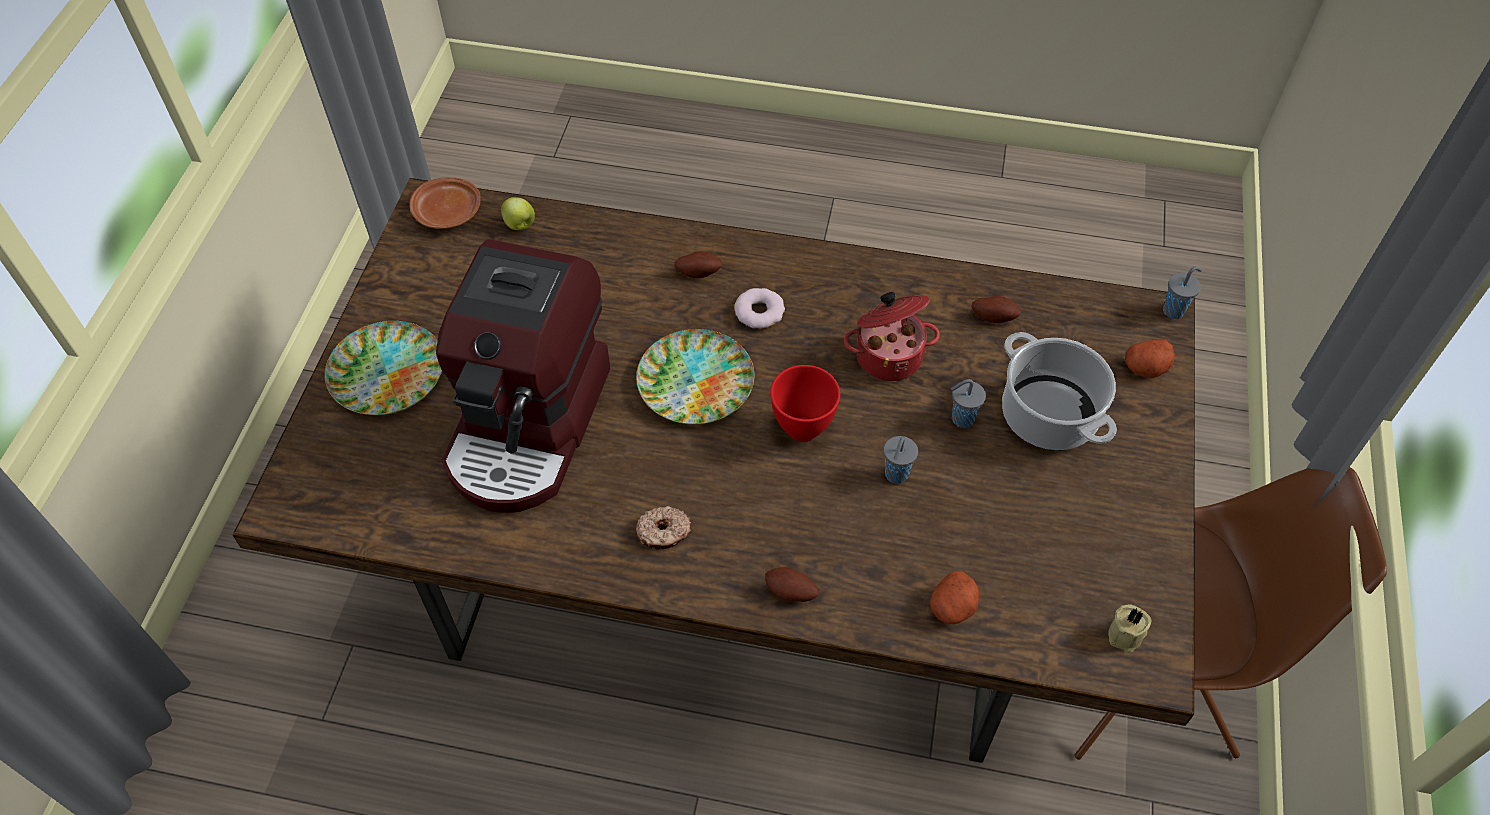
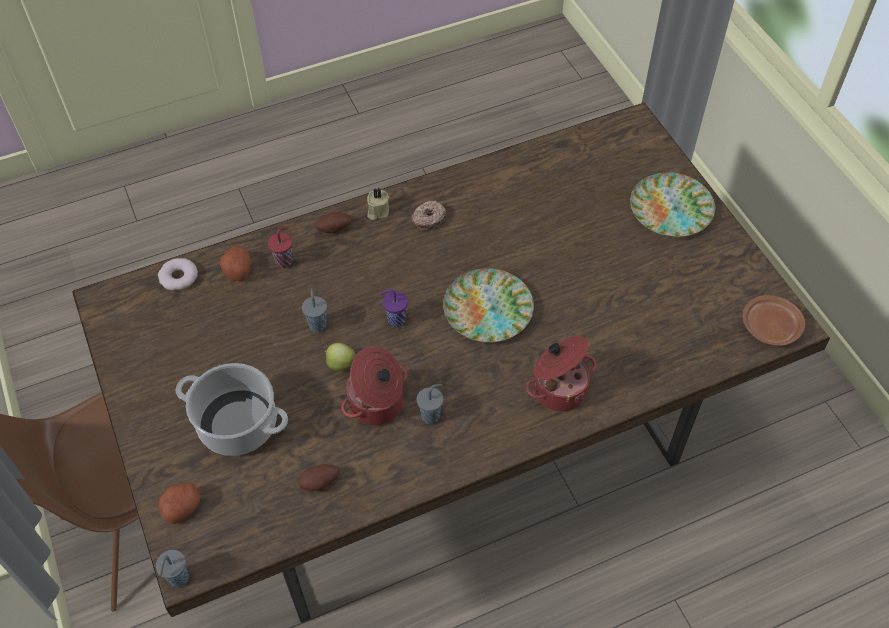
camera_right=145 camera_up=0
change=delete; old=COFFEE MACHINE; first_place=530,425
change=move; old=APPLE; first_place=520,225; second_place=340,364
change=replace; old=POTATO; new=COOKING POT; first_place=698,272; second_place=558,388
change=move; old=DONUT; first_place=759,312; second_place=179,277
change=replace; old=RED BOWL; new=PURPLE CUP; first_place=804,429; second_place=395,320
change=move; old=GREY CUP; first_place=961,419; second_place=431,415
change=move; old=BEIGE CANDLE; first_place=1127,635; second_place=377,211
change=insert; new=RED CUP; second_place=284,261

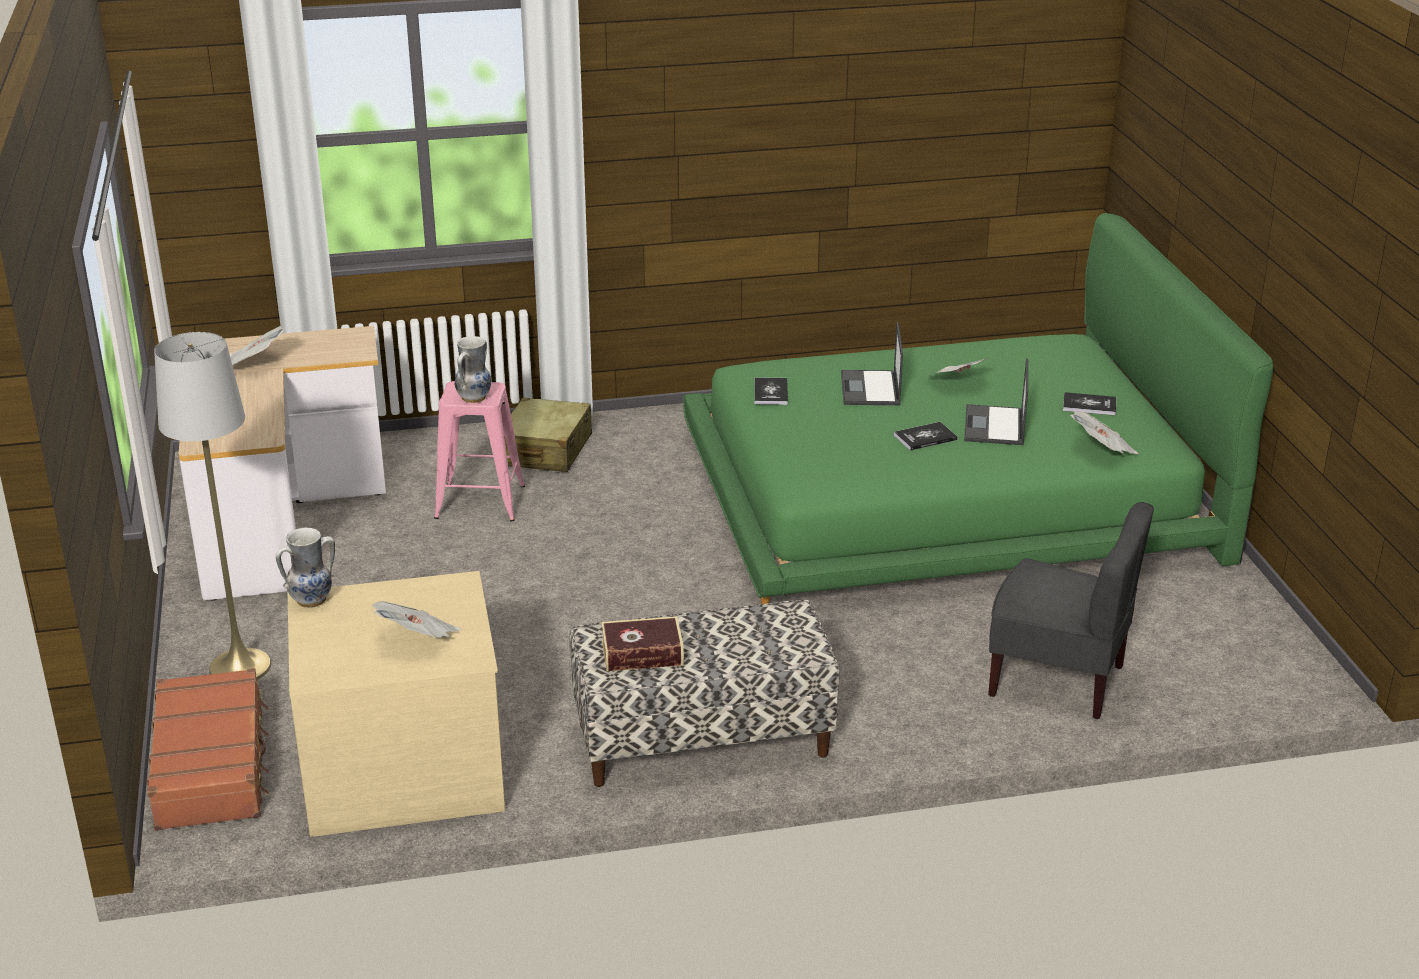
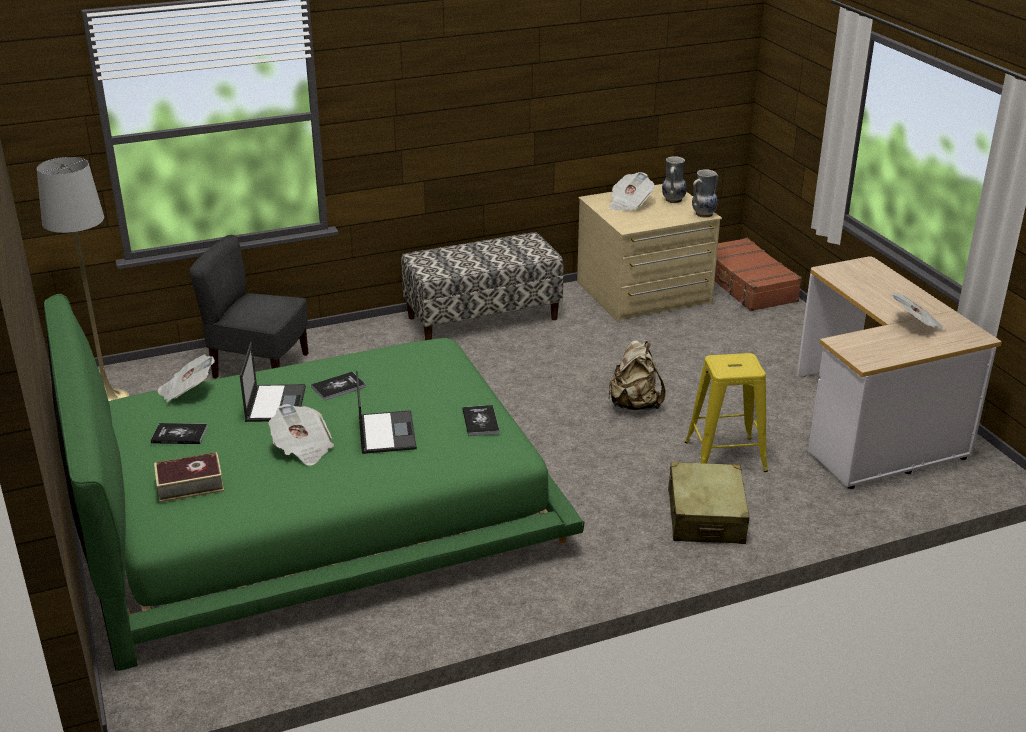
camera_right=170 camera_up=0
change=move; old=GREY FLOOR LAMP; first_place=240,667; second_place=108,401
change=recolor; old=PINK STOOL; new=YELLOW STOOL; first_place=480,502; second_place=725,456
change=move; old=VASE; first_place=474,398; second_place=673,200
change=move; old=BOOK; first_place=642,653; second_place=190,484
change=insert; new=BEIGE BACKPACK; second_place=634,404

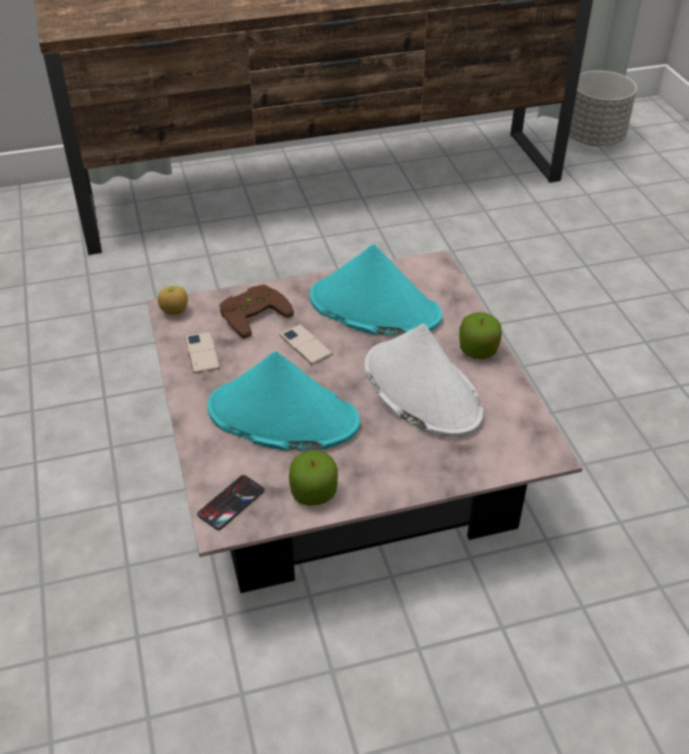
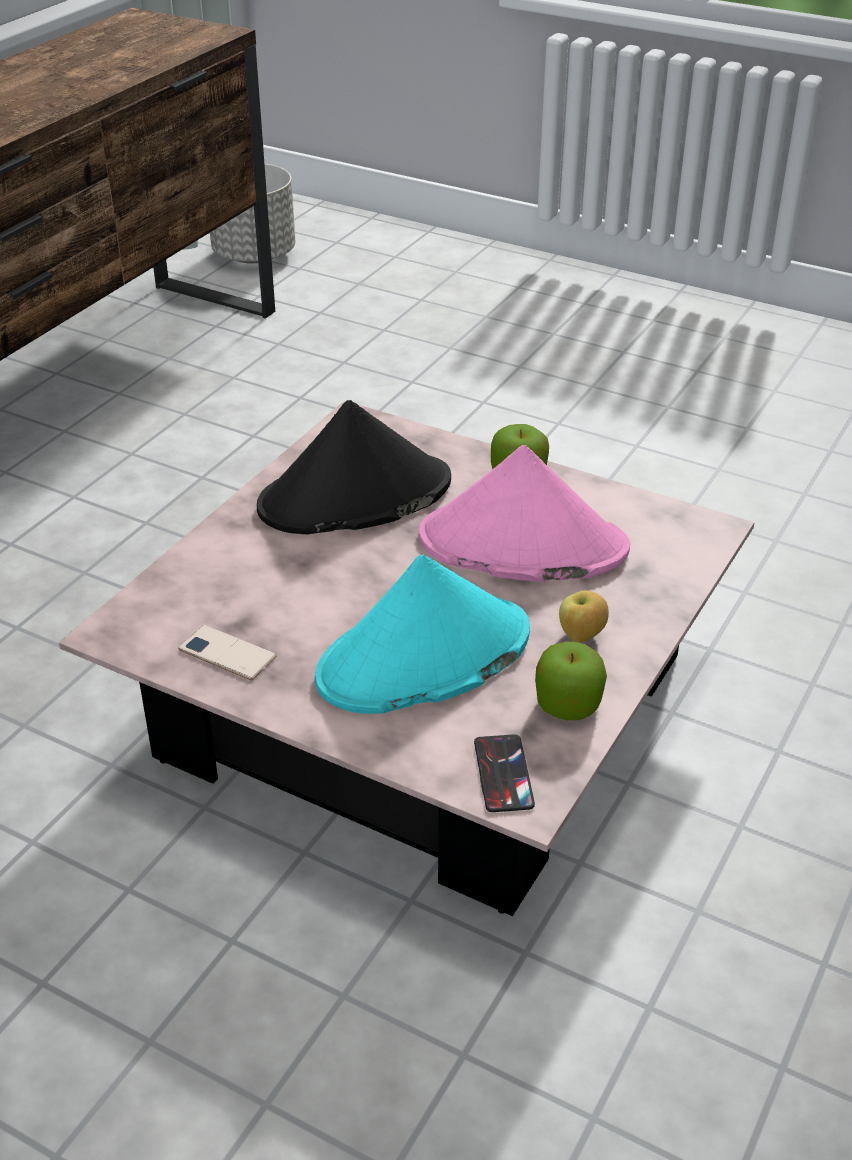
camera_right=-45 camera_up=-5
change=move; old=APPLE; first_place=174,312; second_place=581,636
change=delete; old=BROWN GAME CONTROLLER; first_place=252,312
change=delete; old=PHONE; first_place=305,345
change=recolor; old=TURQUOISE HAT; new=BLACK HAT; first_place=374,308; second_place=354,496
change=recolor; old=WHITE HAT; new=PINK HAT; first_place=421,390; second_place=521,544

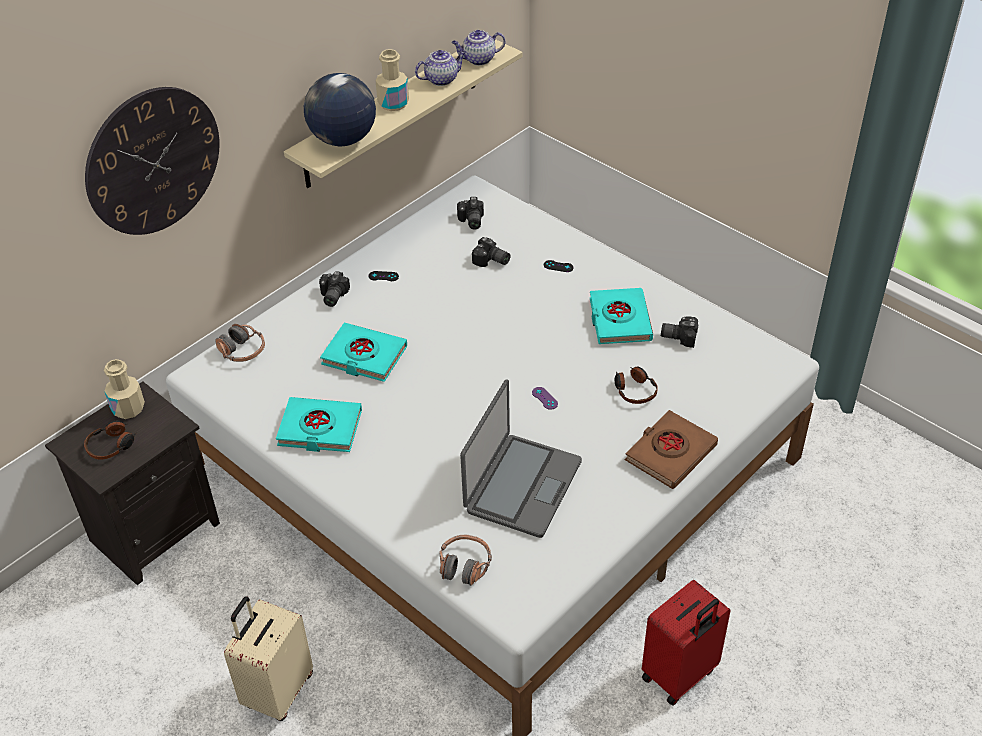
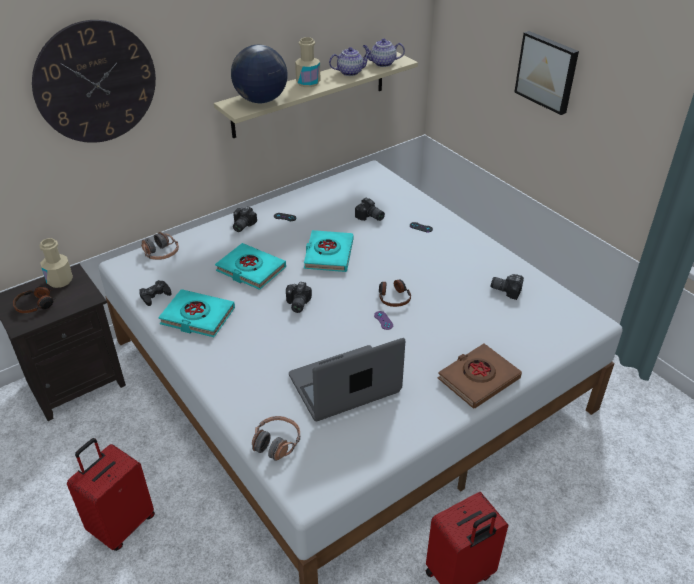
camera_right=10 camera_up=-5
change=recolor; old=BEIGE SUITCASE; new=RED SUITCASE; first_place=277,691; second_place=122,524
change=move; old=PHOTO CAMERA; first_place=470,221; second_place=296,304
change=rotate; old=LAPTOP; first_place=522,486; second_place=345,385; degrees=-150
change=move; old=TURQUOISE BOOK; first_place=619,320; second_place=328,254
change=move; old=HEADPHONES; first_place=634,390; second_place=393,297
change=insert; new=BLACK GAME CONTROLLER; second_place=155,295
change=insert; new=PICTURE; second_place=547,72

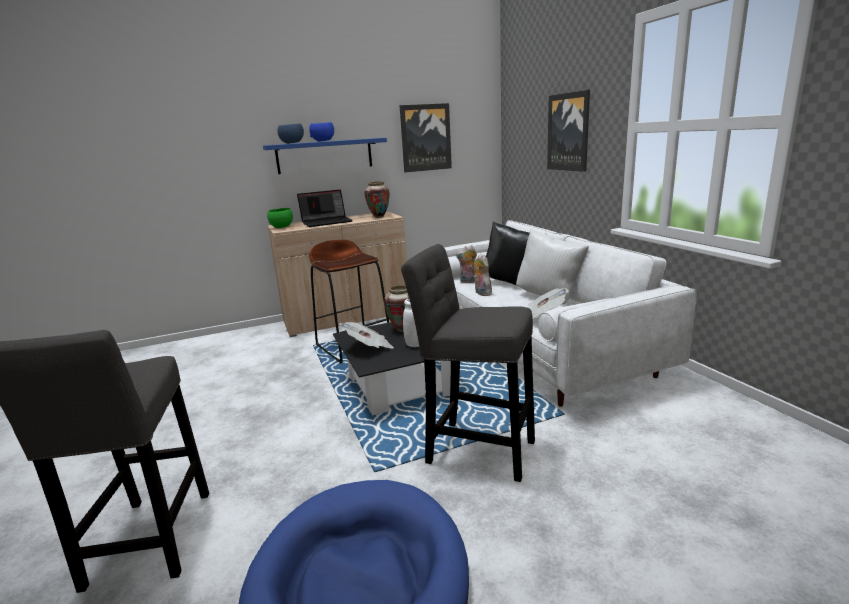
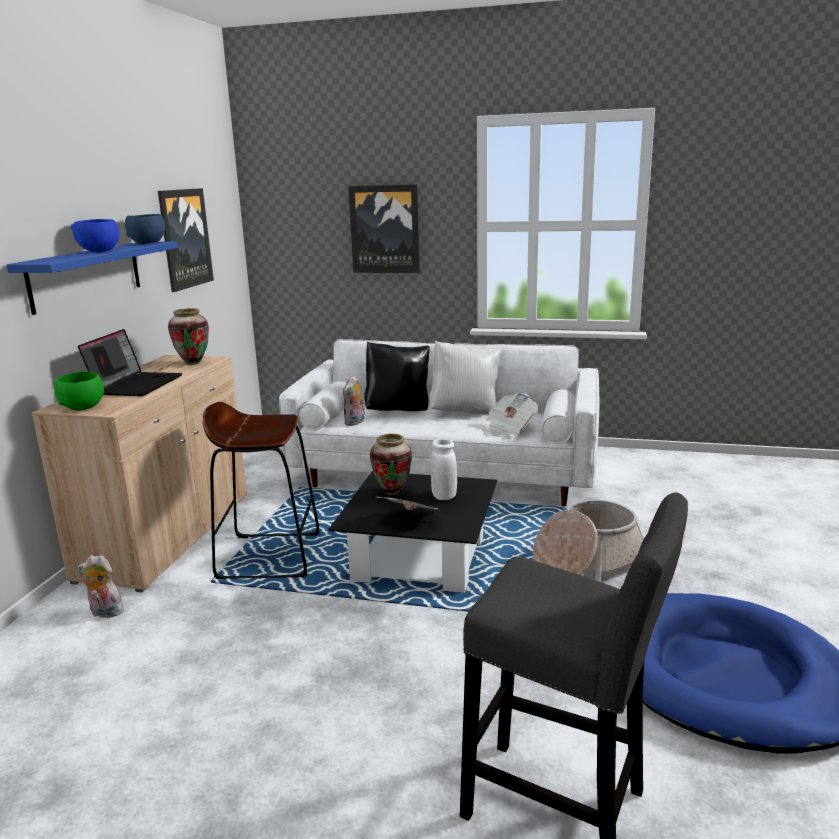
camera_right=-55 camera_up=0
change=move; old=BLUE BOWL; first_place=292,143; second_place=148,243
change=replace; old=GREY STOOL; new=BASKET; first_place=475,449; second_place=587,563
change=move; old=PLUSH TOY; first_place=481,293; second_place=104,613

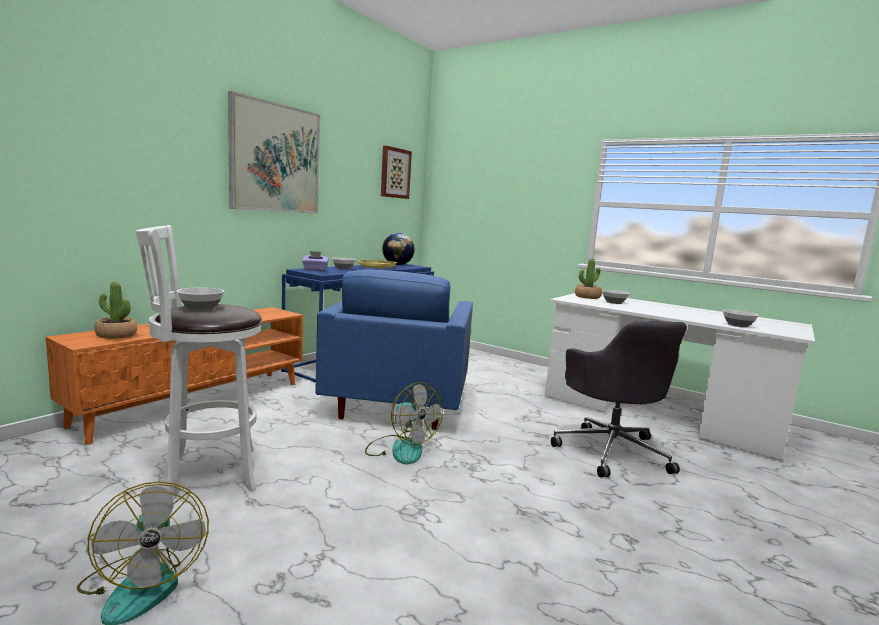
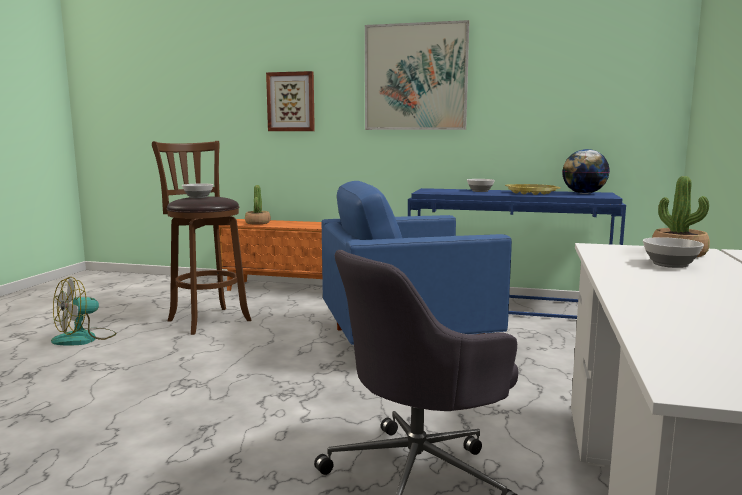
camera_right=70 camera_up=0
change=recolor; old=WHITE STOOL; new=BROWN STOOL; first_place=206,474; second_place=207,319
change=delete; old=PURPLE TISSUE BOX; first_place=315,270
change=delete; old=FAN; first_place=400,449
change=move; old=PICTURE; first_place=395,173; second_place=291,102
change=delete; old=BOWL; first_place=737,325

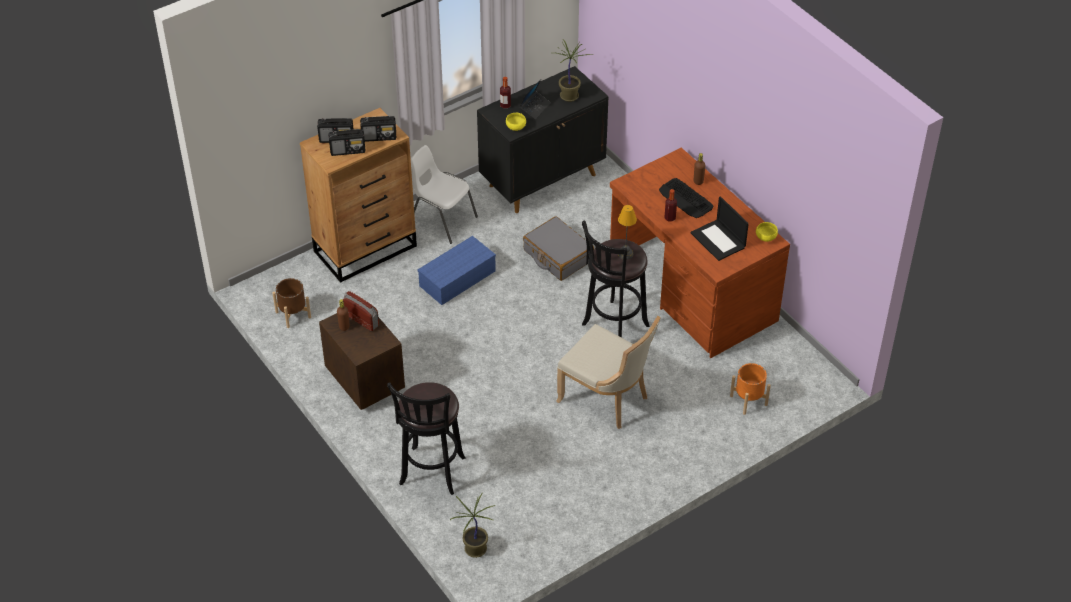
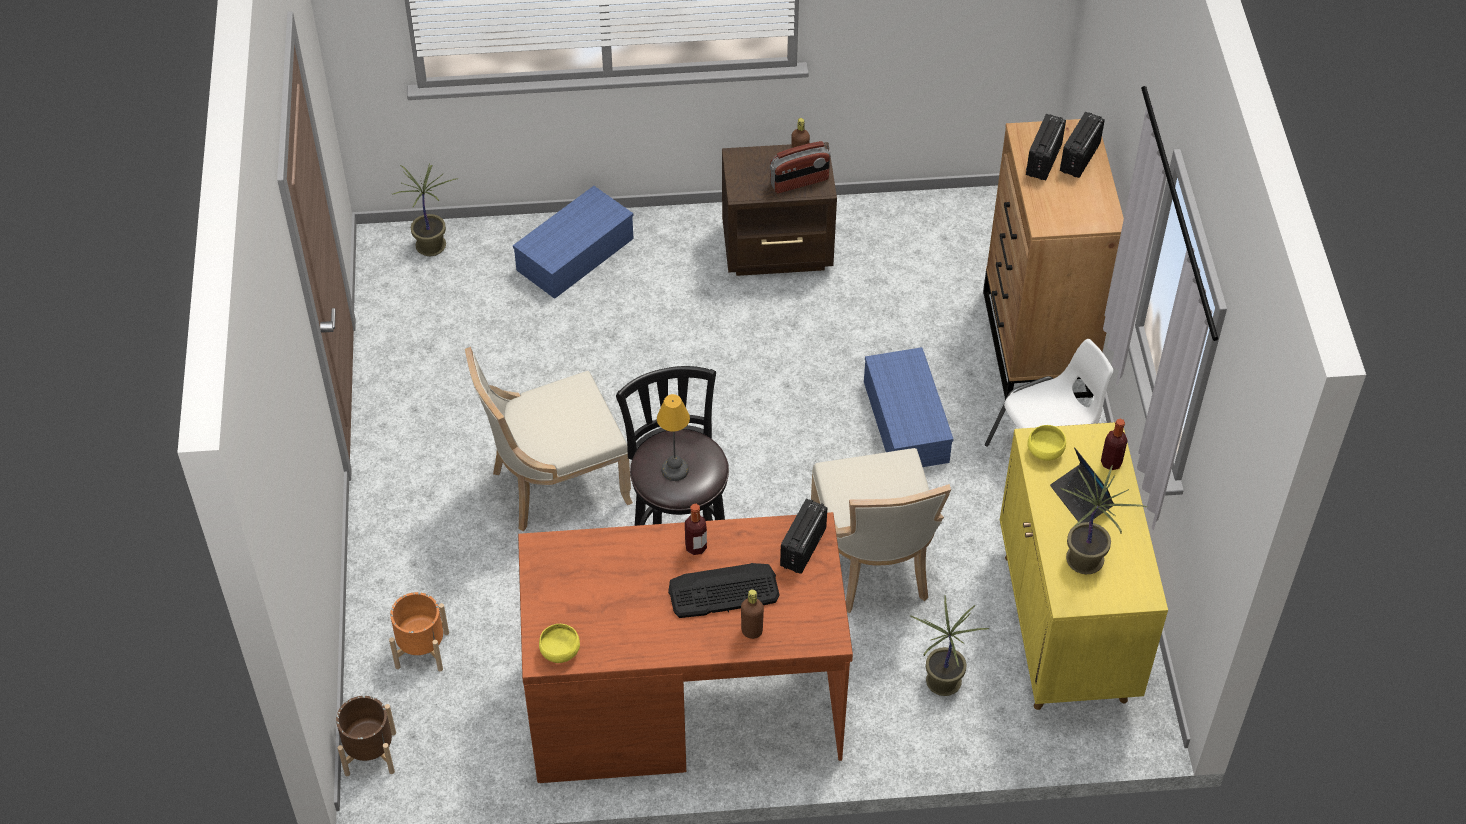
camera_right=120 camera_up=5
change=move; old=BROWN PLANTER; first_place=293,314; second_place=370,753
change=move; old=RADIO; first_place=379,137; second_place=802,548
change=replace; old=BLACK STOOL; new=BLUE STORAGE BOX; first_place=431,474; second_place=575,253
change=recolor; old=BLACK CABINET; new=YELLOW CABINET; first_place=543,180; second_place=1065,628
change=replace; old=GREY SUITCASE; new=BEIGE CHAIR; first_place=558,256; second_place=874,563
change=delete; old=LAPTOP; first_place=719,240
change=insert; new=POTTED PLANT; second_place=943,684

